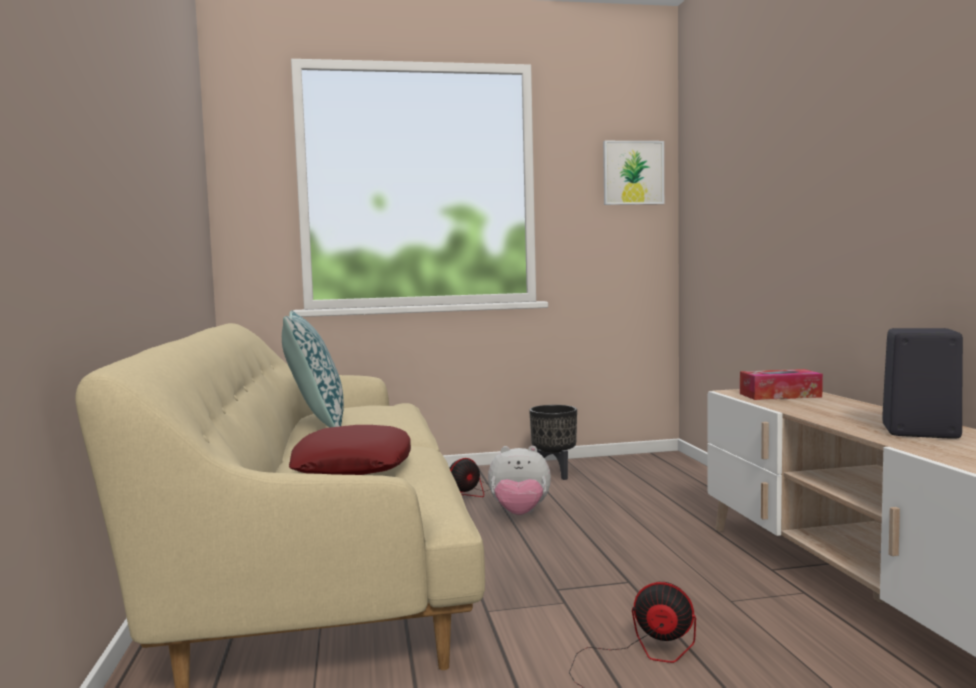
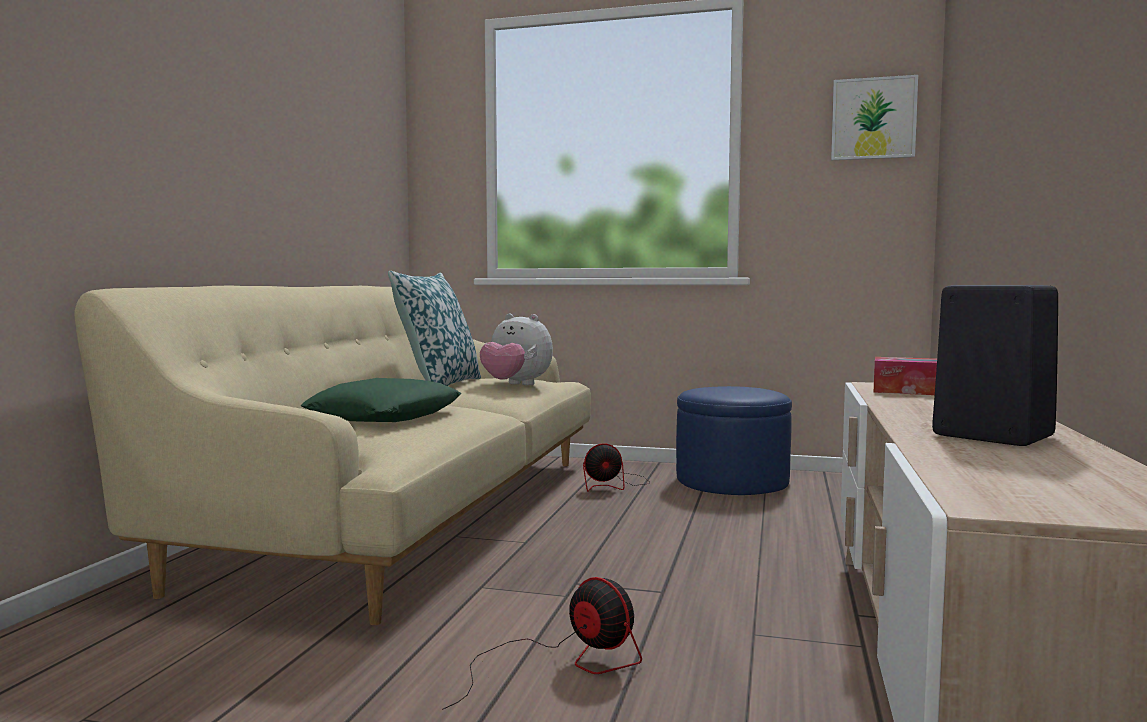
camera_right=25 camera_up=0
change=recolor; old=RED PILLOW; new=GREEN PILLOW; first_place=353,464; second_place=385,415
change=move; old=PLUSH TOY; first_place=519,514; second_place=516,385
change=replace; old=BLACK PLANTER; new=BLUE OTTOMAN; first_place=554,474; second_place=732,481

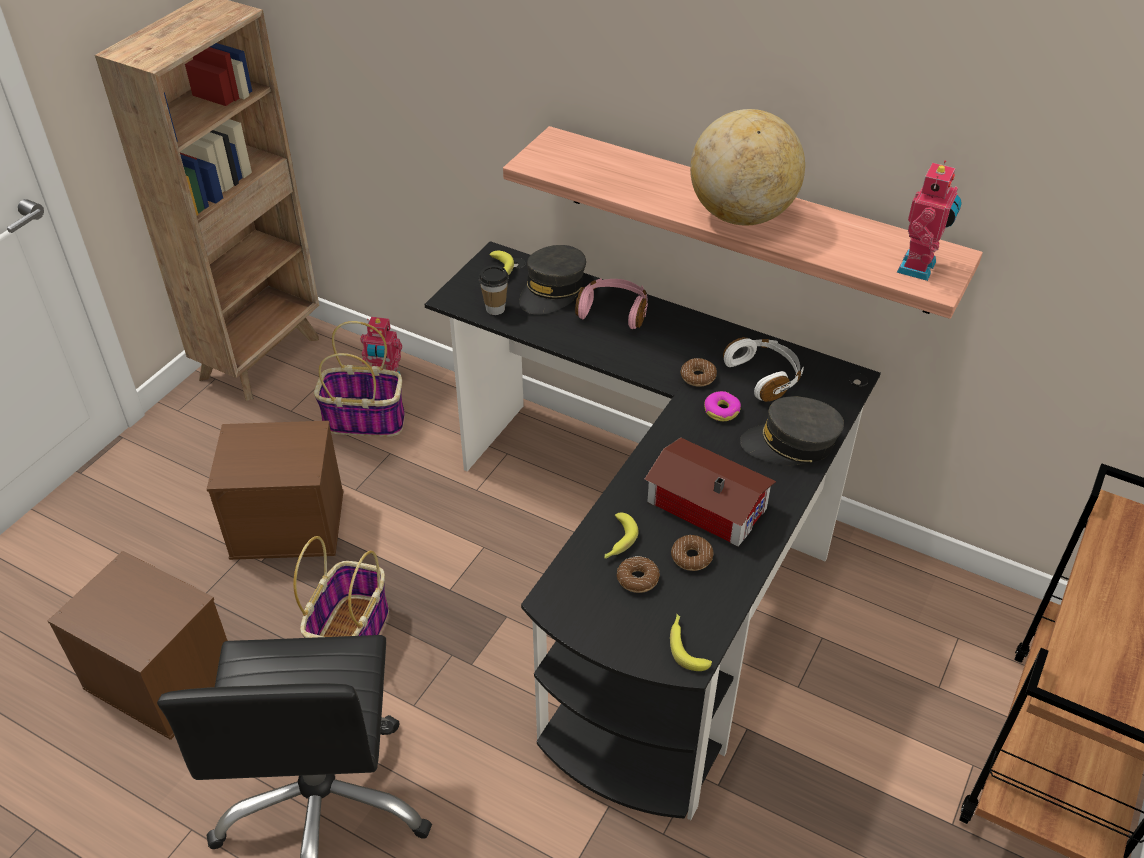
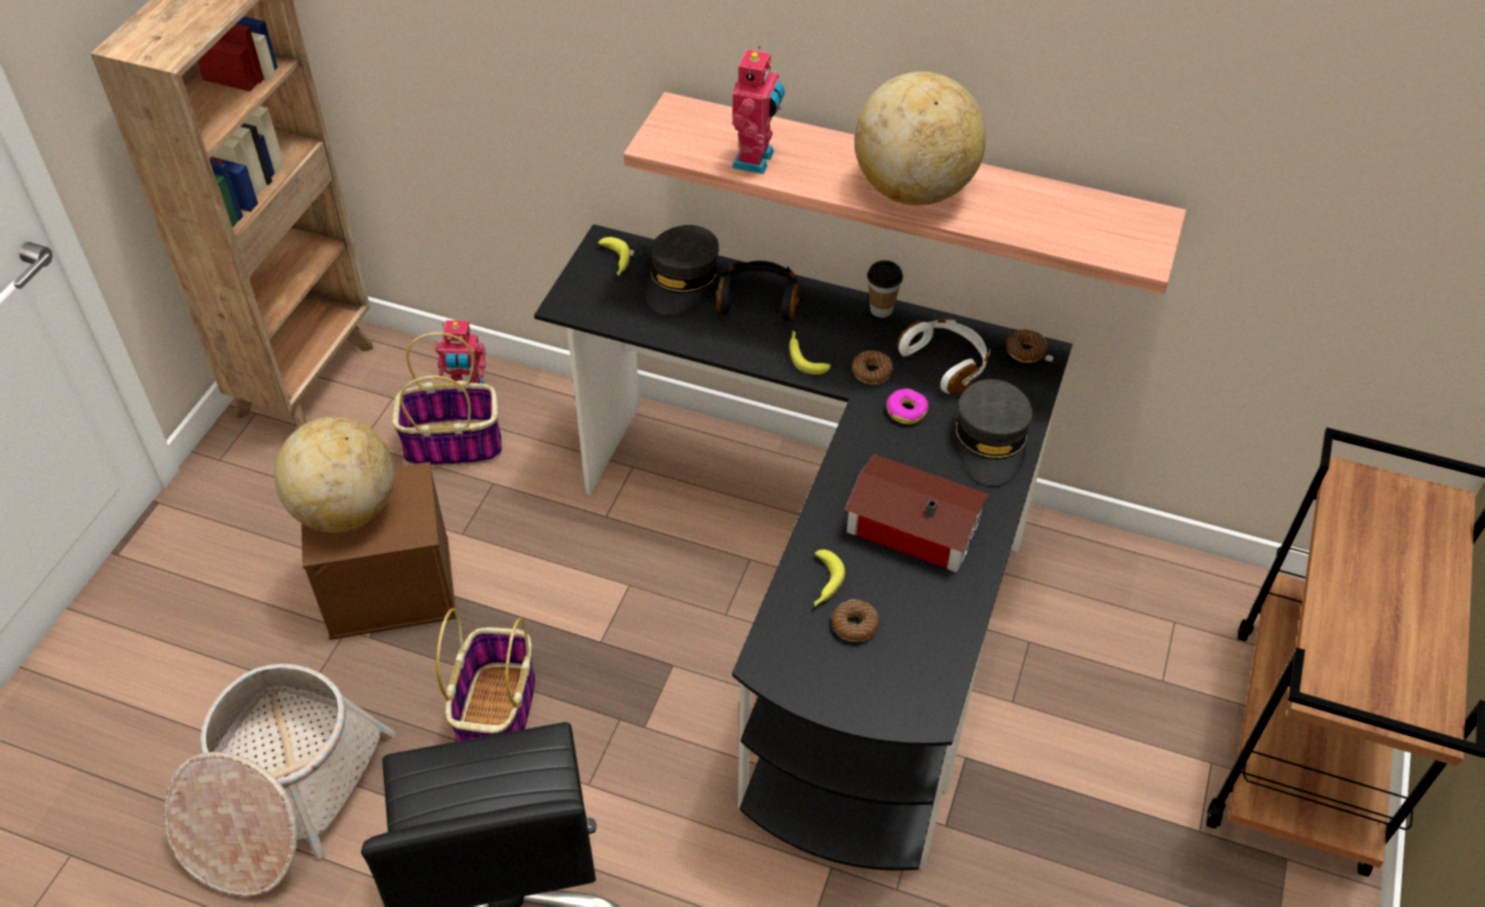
camera_right=-10 camera_up=5
change=replace; old=BROWN STORAGE BOX; new=BASKET; first_place=158,678; second_place=280,795
change=move; old=CUP; first_place=495,309; second_place=881,310
change=recolor; old=PINK HEADPHONES; new=BLACK HEADPHONES; first_place=613,311; second_place=759,300
change=move; old=BANANA; first_place=686,646; second_place=805,356
change=move; old=DONUT; first_place=691,557; second_place=1025,351
change=rotate; old=GREY CAP; first_place=791,444; second_place=990,442; degrees=-75
change=move; old=TOY ROBOT; first_place=919,268; second_place=756,160
change=insert; new=GLOBE; second_place=346,510

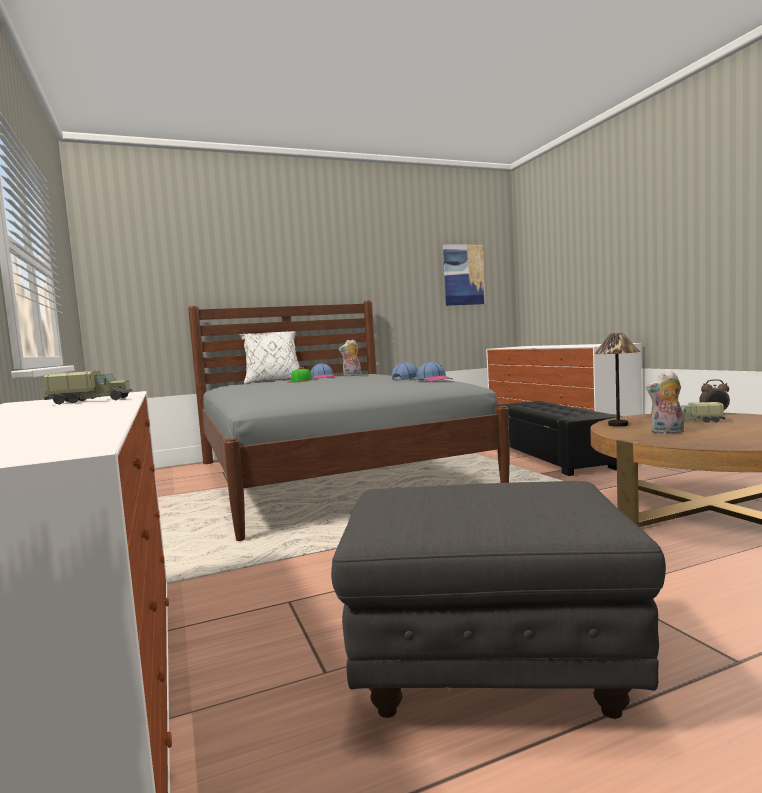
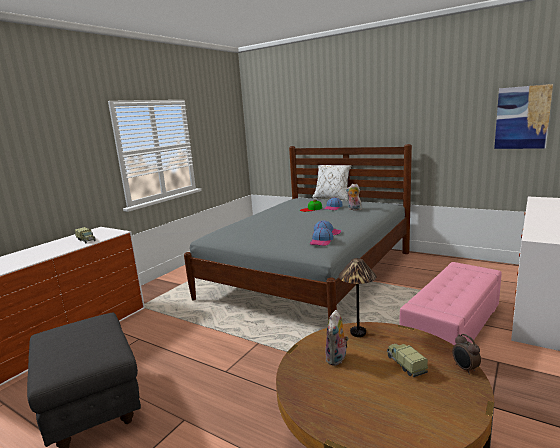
camera_right=55 camera_up=10
change=recolor; old=BLACK OTTOMAN; new=PINK OTTOMAN; first_place=552,457; second_place=451,328
change=rotate; old=PLUSH TOY; first_place=667,432; second_place=337,359; degrees=-120

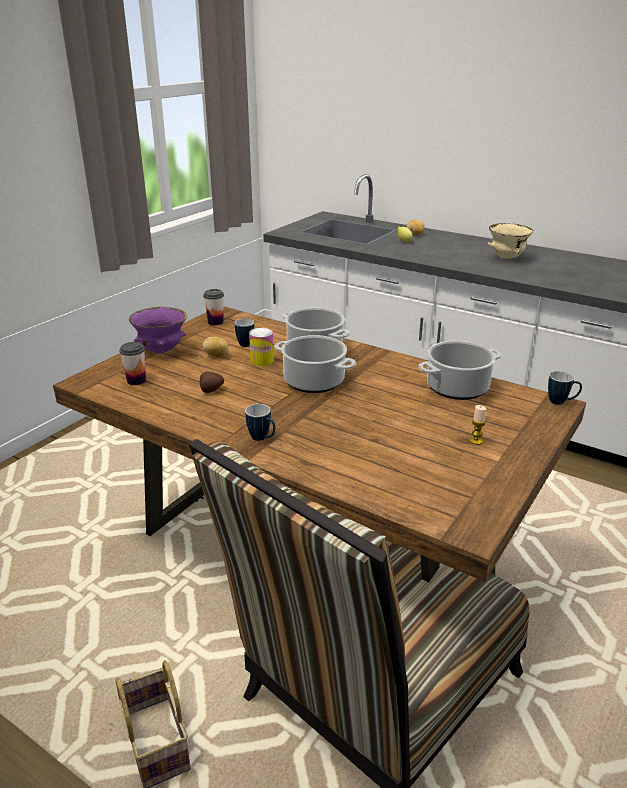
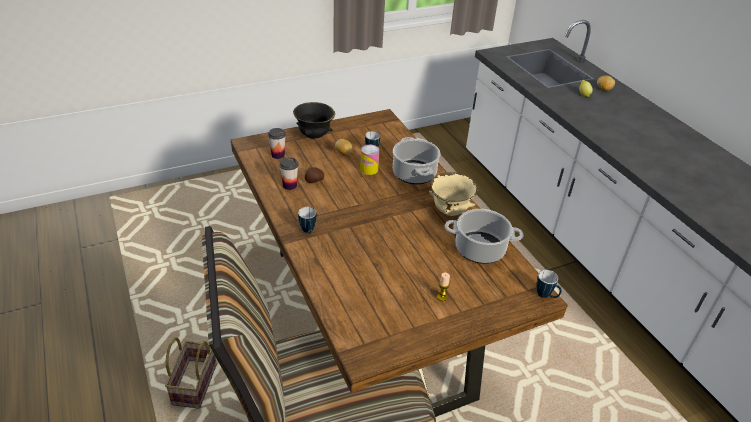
camera_right=30 camera_up=10
change=recolor; old=PURPLE BOWL; new=BLACK BOWL; first_place=161,351; second_place=314,136
change=move; old=CUP; first_place=215,322; second_place=289,185
change=delete; old=COOKING POT; first_place=315,382
change=move; old=BEIGE BOWL; first_place=506,258; second_place=449,211

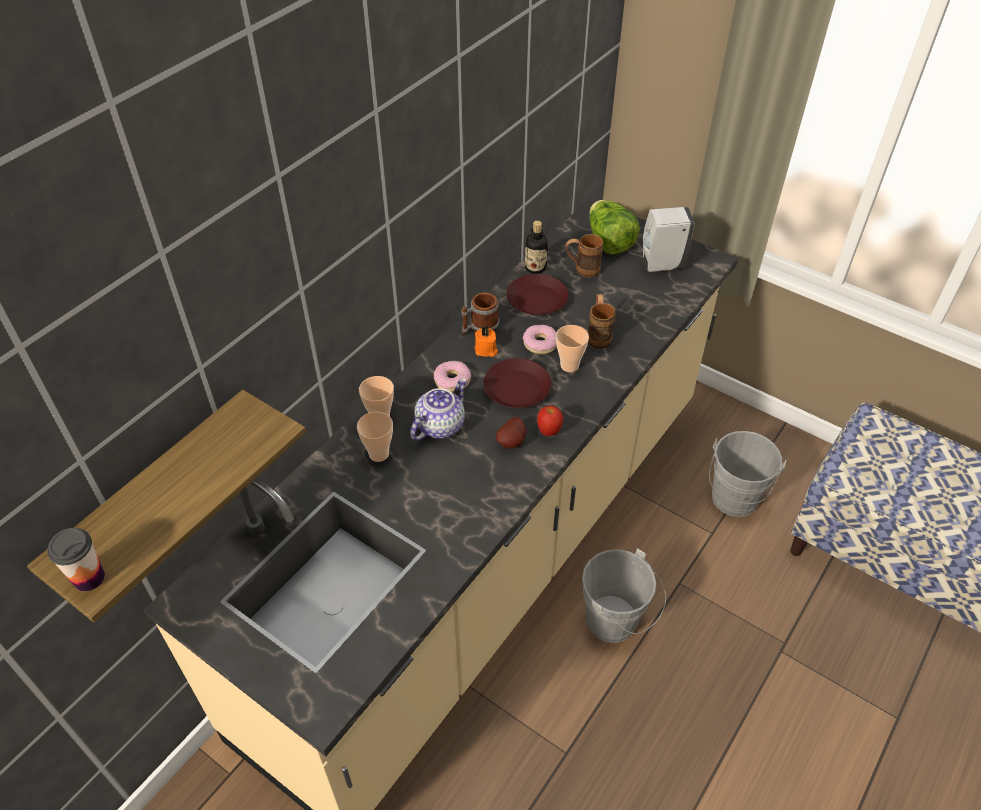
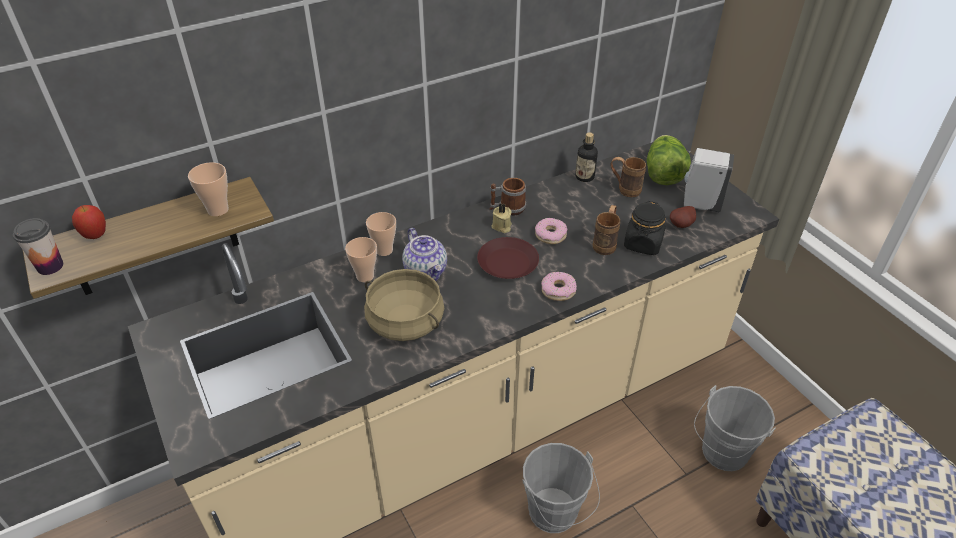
camera_right=25 camera_up=-5
change=rotate; old=TEAPOT; first_place=440,425; second_place=426,271; degrees=90
change=move; old=DONUT; first_place=452,380; second_place=558,290
change=recolor; old=ORANGE CANDLE; new=BEIGE CANDLE; first_place=486,350; second_place=501,226
change=move; old=POTATO; first_place=512,442; second_place=682,225
change=delete; old=BROWN PLATE; first_place=537,300
change=move; old=APPLE; first_place=549,431; second_place=96,236
change=move; old=CUP; first_place=569,365; second_place=218,210
change=insert; new=BEIGE COOKING POT; second_place=405,322
change=insert; new=BLACK JAR; second_place=643,244

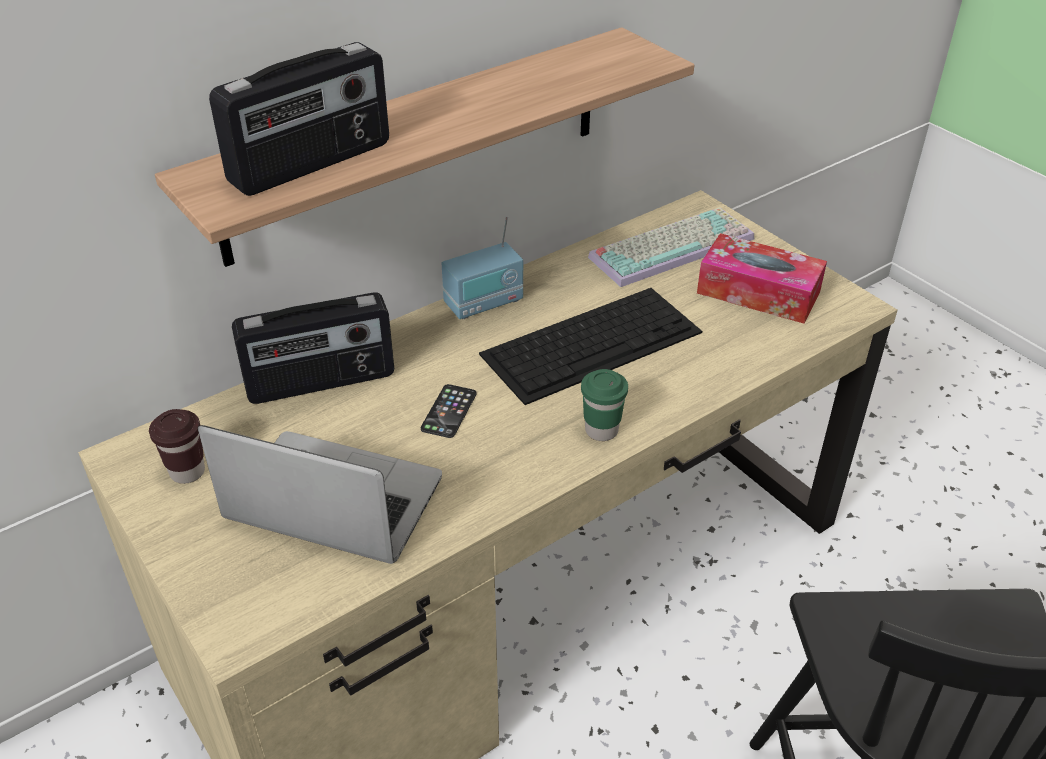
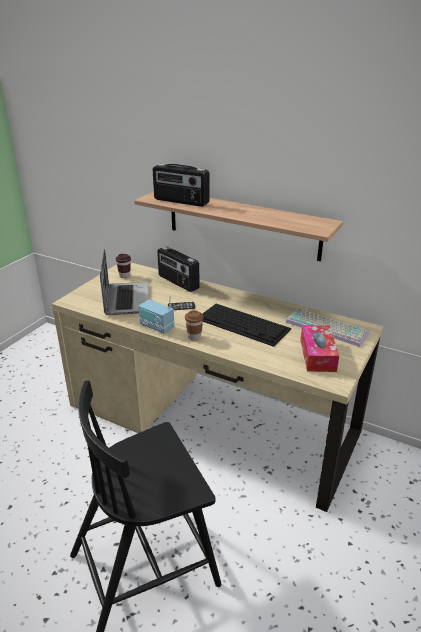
camera_right=65 camera_up=-10
change=move; old=RADIO; first_place=484,303; second_place=156,327
change=recolor; old=GREEN CUP; new=BROWN CUP; first_place=601,430; second_place=194,337

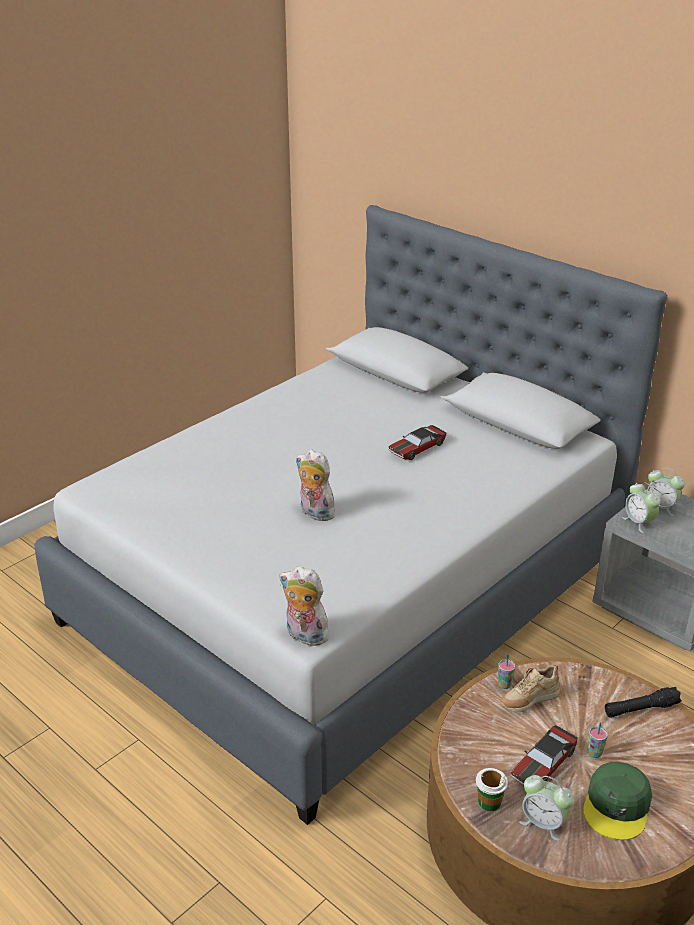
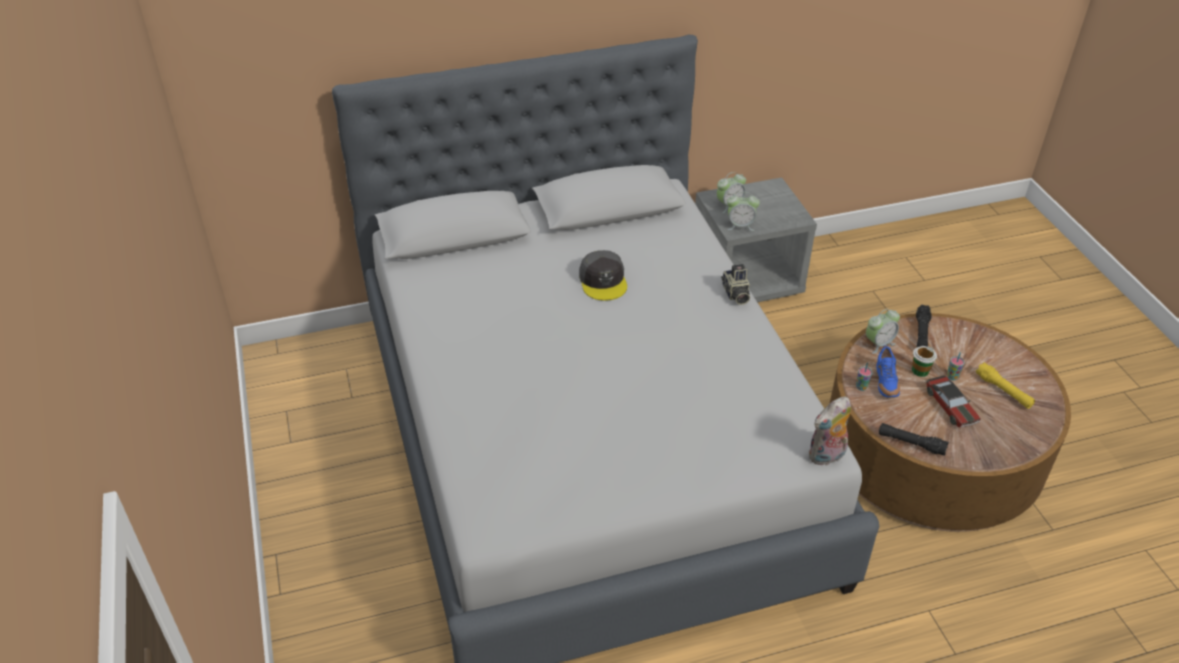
camera_right=-60 camera_up=10
change=delete; old=PLUSH TOY; first_place=314,513
change=replace; old=TOY CAR; new=GREY CAP; first_place=417,448; second_place=603,281
change=move; old=CUP; first_place=489,802; second_place=920,371
change=recolor; old=BEIGE SHOE; new=BLUE SHOE; first_place=528,701; second_place=885,384
change=move; old=ALARM CLOCK; first_place=543,823; second_place=878,344
change=replace; old=GREEN CAP; new=YELLOW FLASHLIGHT; first_place=617,806; second_place=1003,391
change=insert; new=PHOTO CAMERA; second_place=735,294
change=insert; new=BLACK FLASHLIGHT; second_place=911,443

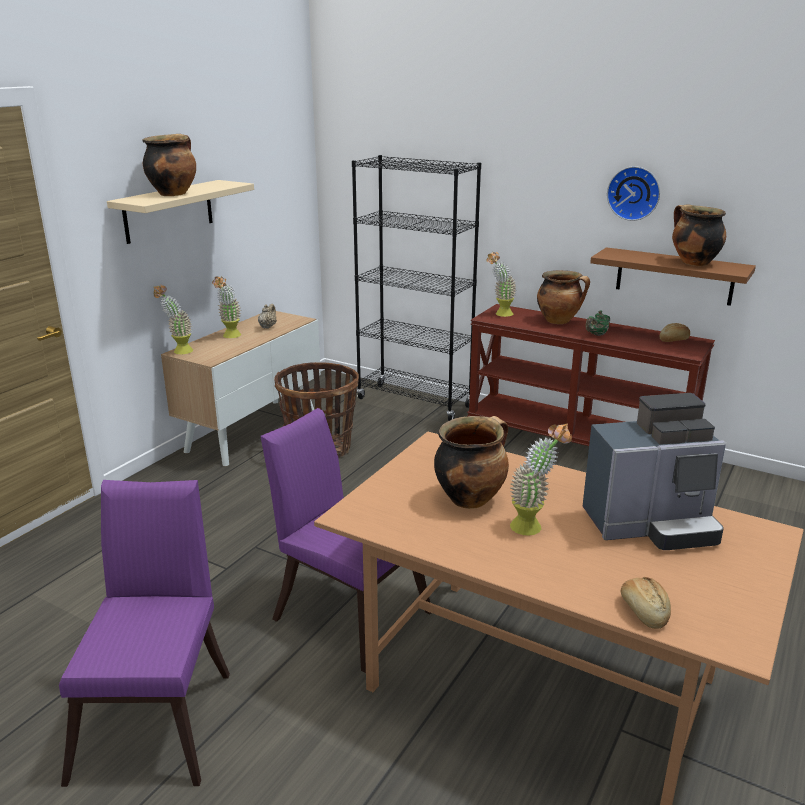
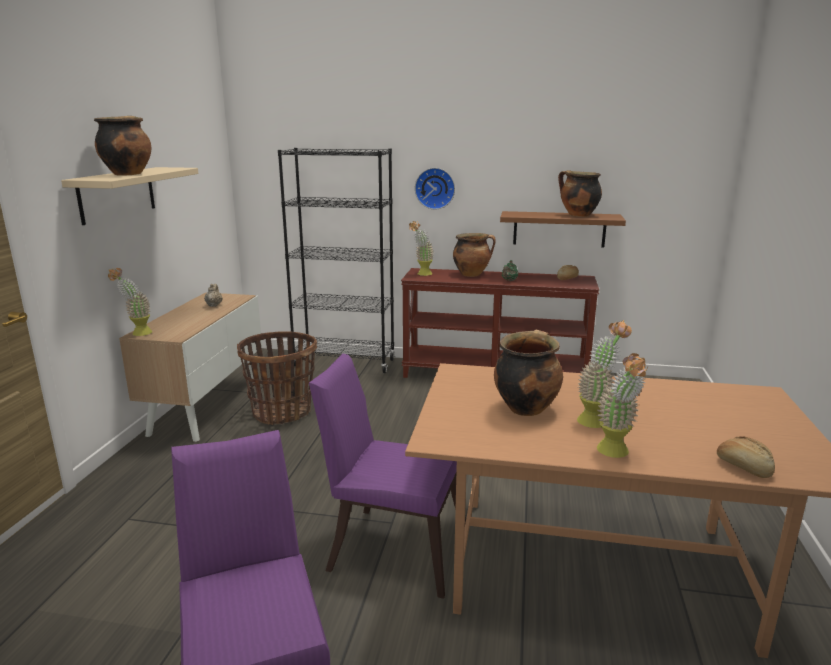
camera_right=-20 camera_up=-5
change=move; old=POTTED PLANT; first_place=230,337; second_place=616,454
change=delete; old=COFFEE MACHINE; first_place=651,525
change=move; old=WALL CLOCK; first_place=634,193; second_place=435,188

